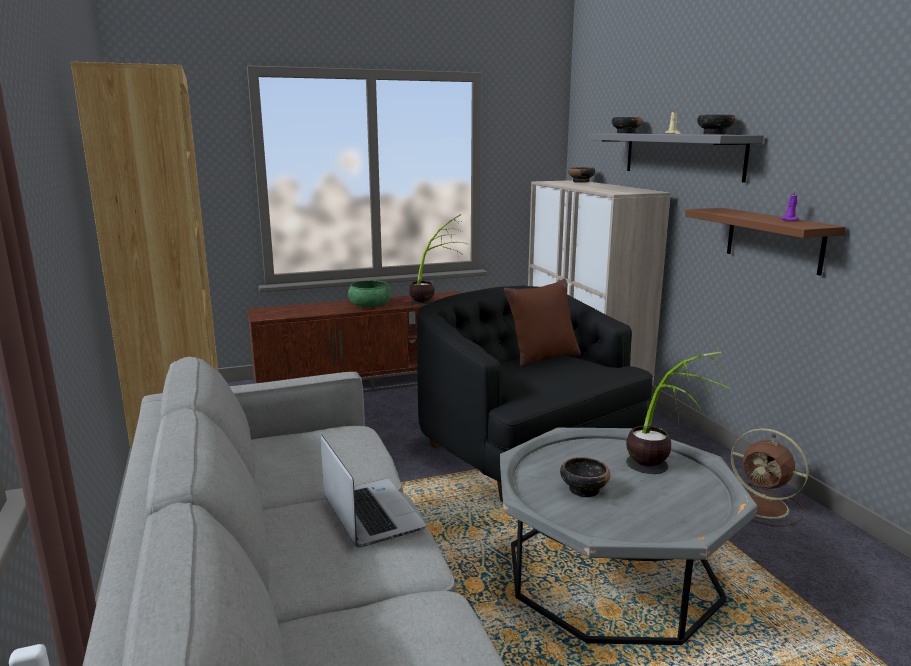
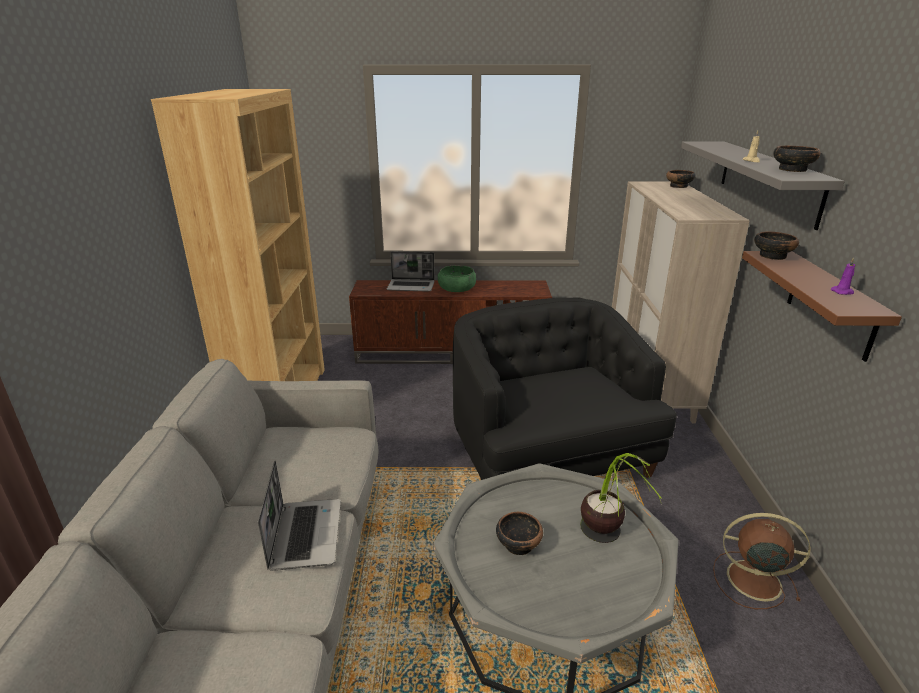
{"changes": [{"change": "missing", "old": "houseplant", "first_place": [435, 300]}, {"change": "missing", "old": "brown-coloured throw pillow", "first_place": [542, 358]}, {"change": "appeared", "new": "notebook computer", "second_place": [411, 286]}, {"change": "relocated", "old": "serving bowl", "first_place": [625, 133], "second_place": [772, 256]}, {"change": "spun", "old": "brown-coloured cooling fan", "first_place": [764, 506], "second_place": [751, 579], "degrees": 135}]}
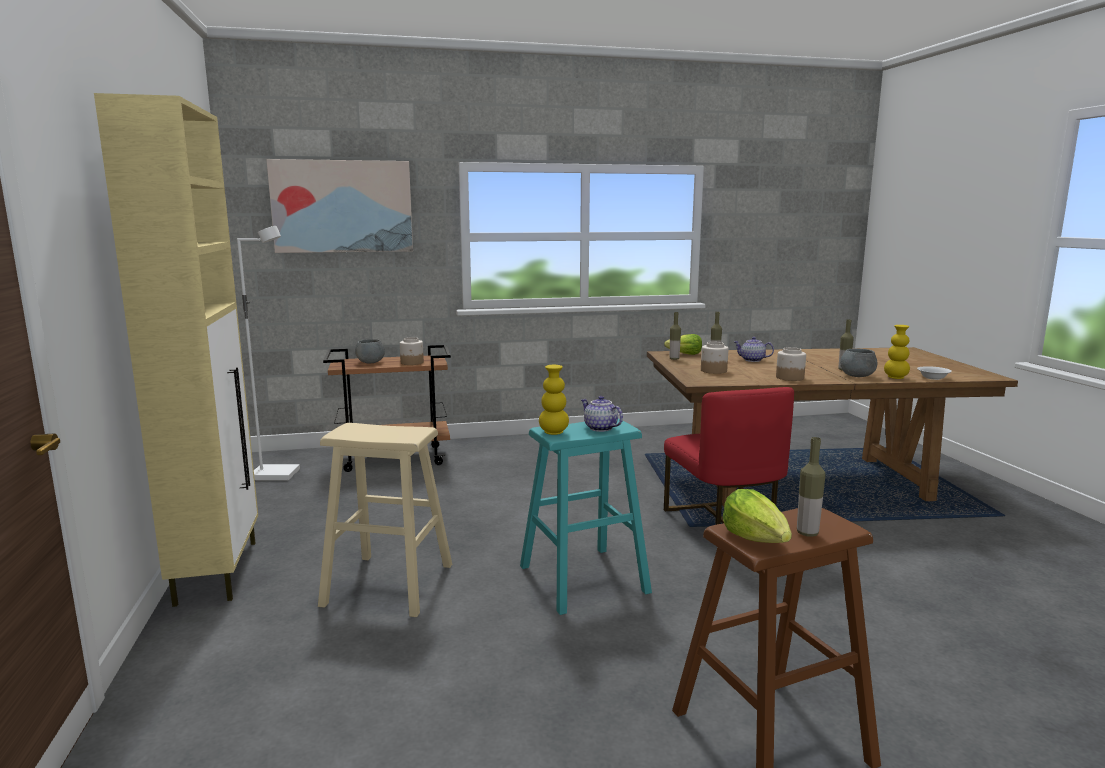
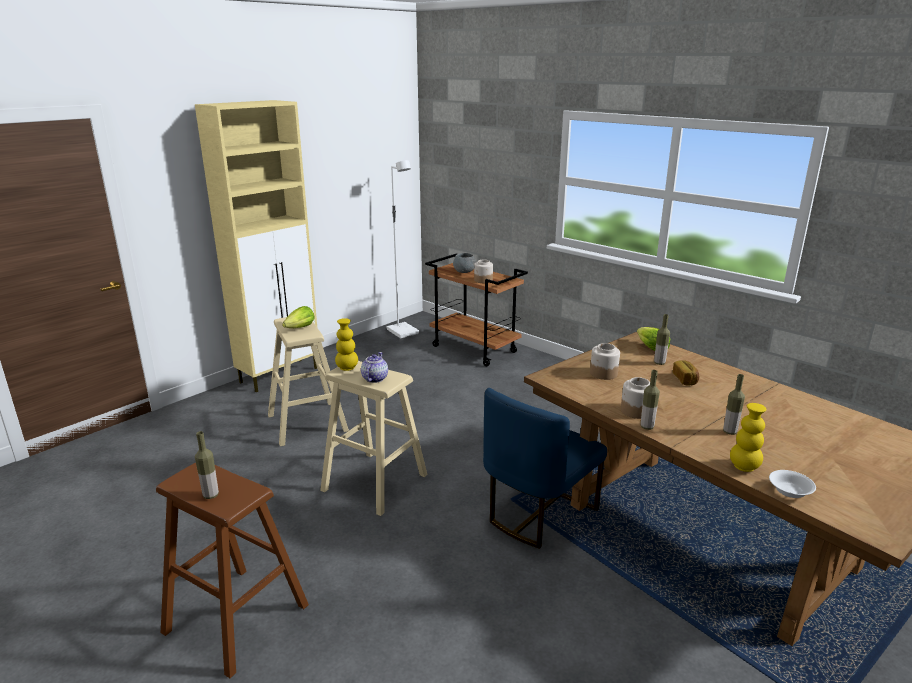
{"changes": [{"change": "missing", "old": "wall art", "first_place": [342, 206]}, {"change": "missing", "old": "greyish serving bowl", "first_place": [857, 376]}, {"change": "relocated", "old": "bottle", "first_place": [674, 359], "second_place": [647, 427]}, {"change": "relocated", "old": "lettuce", "first_place": [756, 539], "second_place": [300, 328]}, {"change": "exchanged", "old": "tea pot", "new": "bread", "first_place": [752, 360], "second_place": [685, 380]}, {"change": "colour", "old": "turquoise sitting stool", "new": "sand-coloured sitting stool", "first_place": [583, 579], "second_place": [374, 482]}, {"change": "colour", "old": "red-coloured upright chair", "new": "bluish upright chair", "first_place": [722, 523], "second_place": [538, 513]}]}
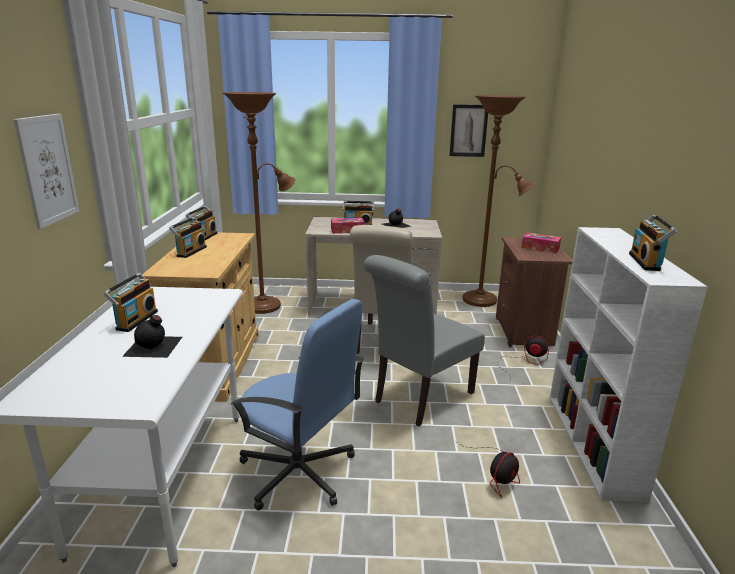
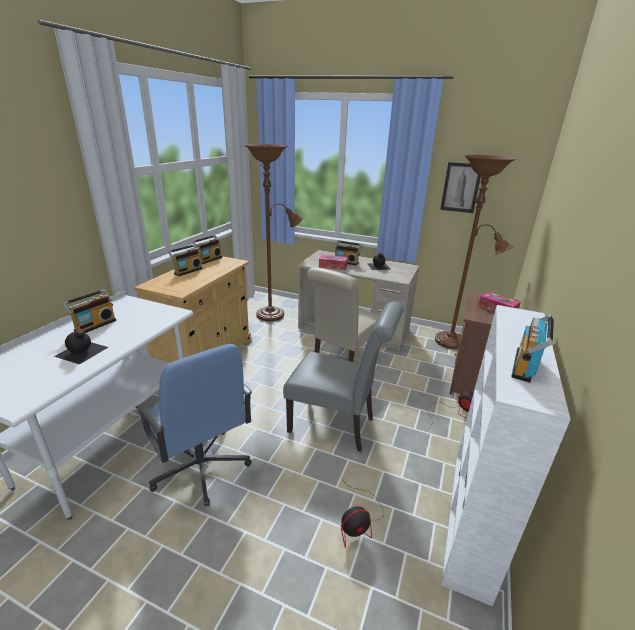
{"changes": [{"change": "missing", "old": "wall art", "first_place": [48, 169]}, {"change": "spun", "old": "greyish upright chair", "first_place": [419, 399], "second_place": [337, 426], "degrees": -135}]}
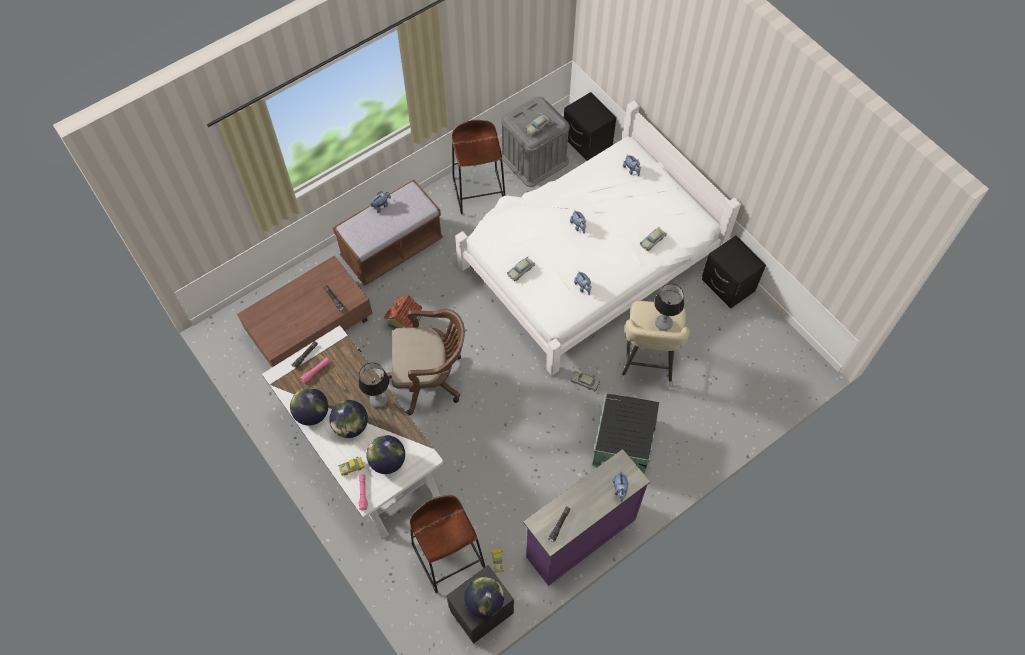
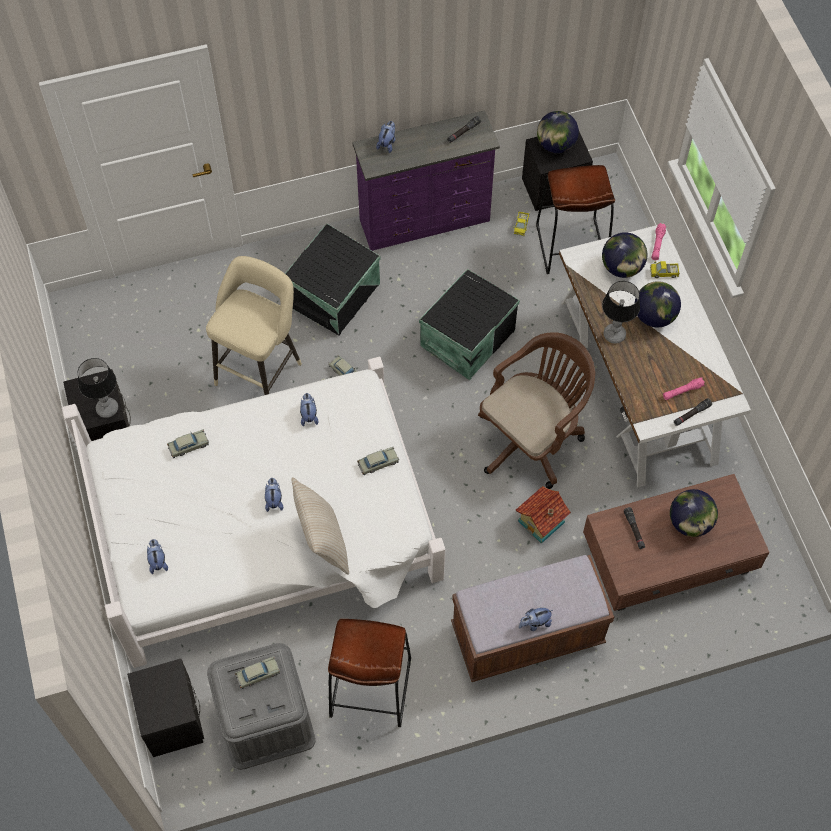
{"changes": [{"change": "appeared", "new": "sand-coloured throw pillow", "second_place": [322, 542]}, {"change": "appeared", "new": "black-coloured storage bin", "second_place": [466, 338]}, {"change": "relocated", "old": "desk globe", "first_place": [312, 413], "second_place": [689, 523]}, {"change": "relocated", "old": "lamp for a table", "first_place": [664, 323], "second_place": [107, 408]}, {"change": "spun", "old": "brown-coloured desk chair", "first_place": [429, 378], "second_place": [532, 438], "degrees": 120}]}
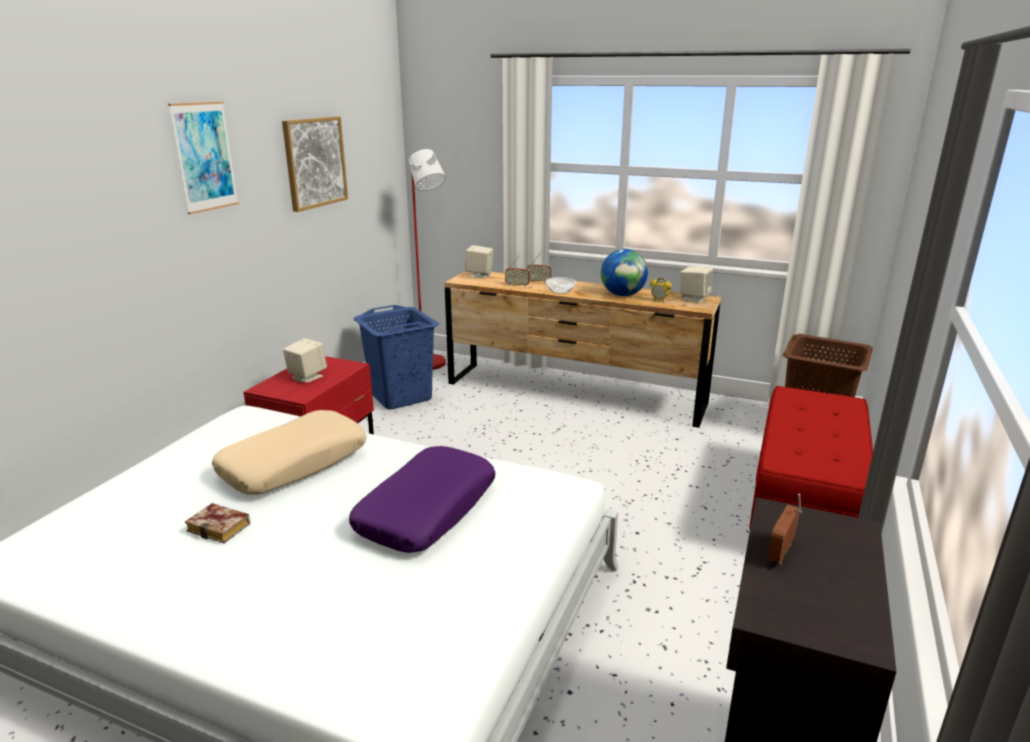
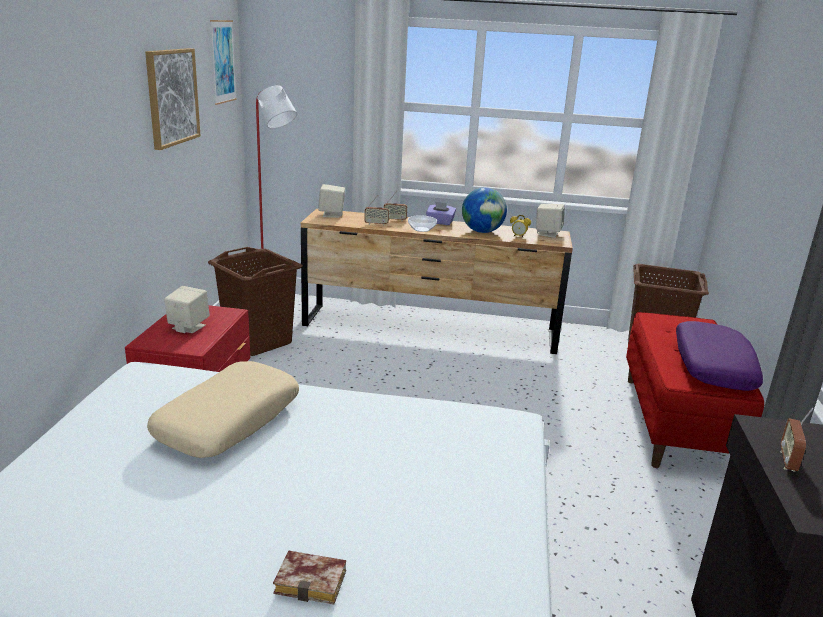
{"changes": [{"change": "appeared", "new": "purple-coloured box of tissues", "second_place": [440, 222]}, {"change": "relocated", "old": "wall art", "first_place": [204, 157], "second_place": [223, 61]}, {"change": "relocated", "old": "book", "first_place": [222, 527], "second_place": [314, 581]}, {"change": "relocated", "old": "purple-coloured throw pillow", "first_place": [426, 510], "second_place": [712, 366]}, {"change": "colour", "old": "bluish hamper", "new": "brown-coloured hamper", "first_place": [401, 396], "second_place": [258, 341]}]}
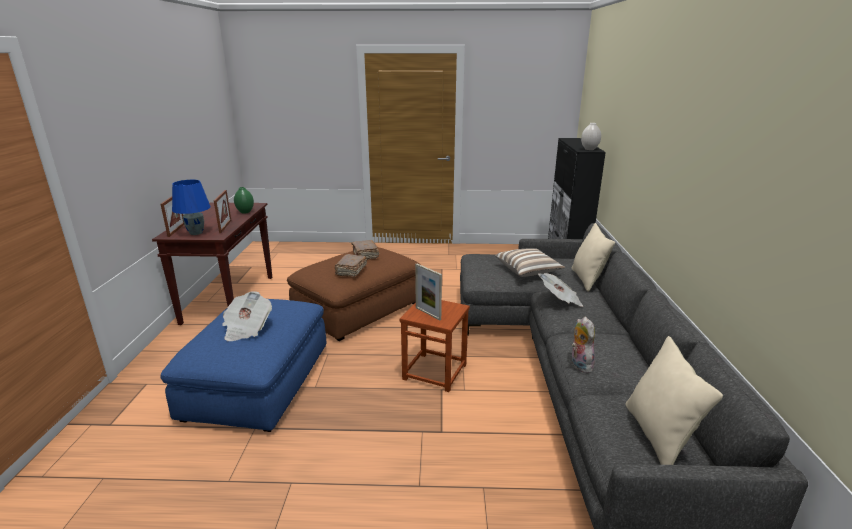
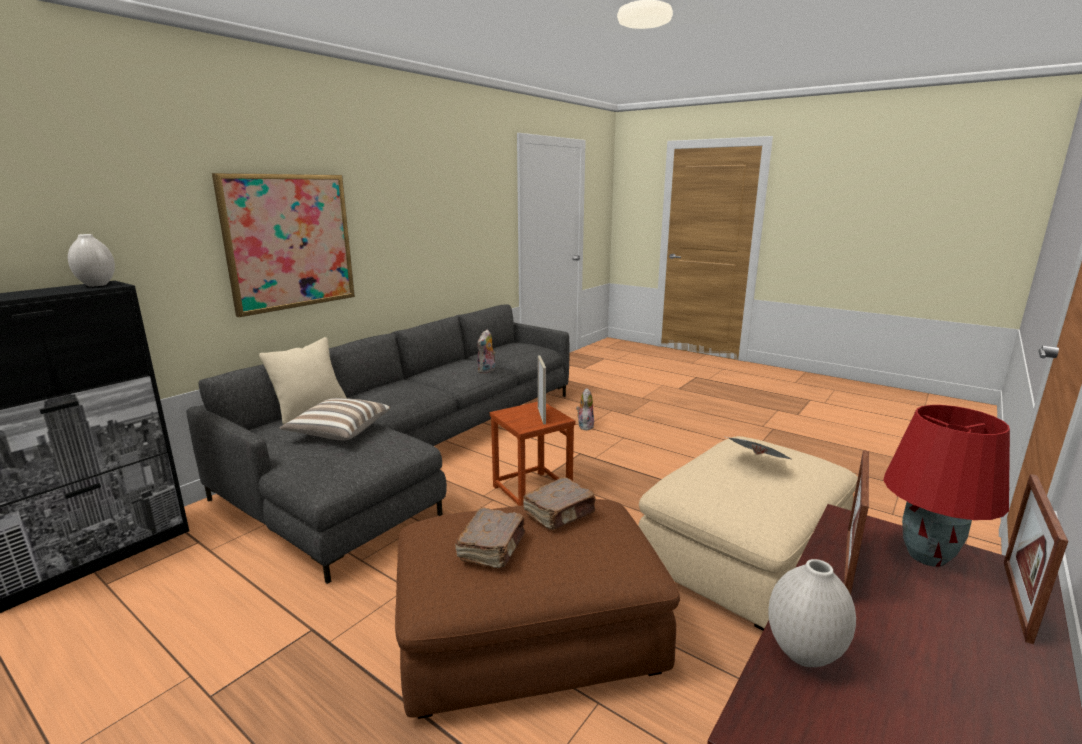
{"changes": [{"change": "missing", "old": "printed paper", "first_place": [560, 300]}, {"change": "missing", "old": "sand-coloured throw pillow", "first_place": [658, 436]}, {"change": "appeared", "new": "wall art", "second_place": [290, 242]}, {"change": "appeared", "new": "soft toy", "second_place": [584, 426]}, {"change": "colour", "old": "bluish ottoman", "new": "sand-coloured ottoman", "first_place": [258, 382], "second_place": [744, 553]}, {"change": "colour", "old": "bluish lamp for a table", "new": "red-coloured lamp for a table", "first_place": [196, 233], "second_place": [925, 556]}, {"change": "colour", "old": "green-coloured vase", "new": "white-coloured vase", "first_place": [245, 212], "second_place": [803, 653]}]}
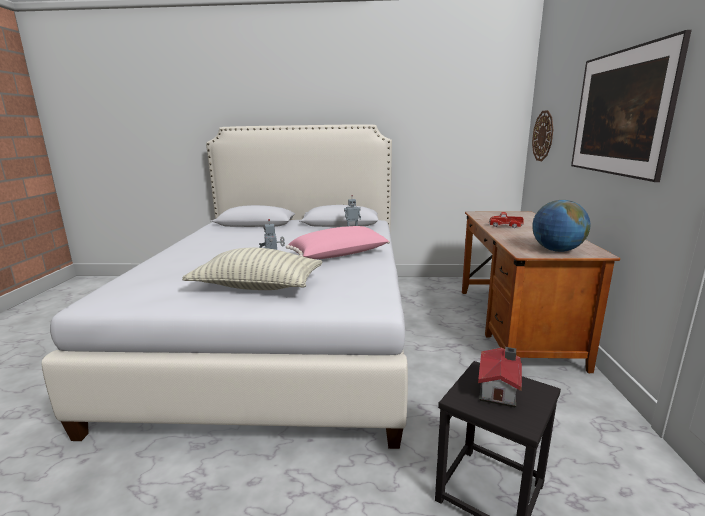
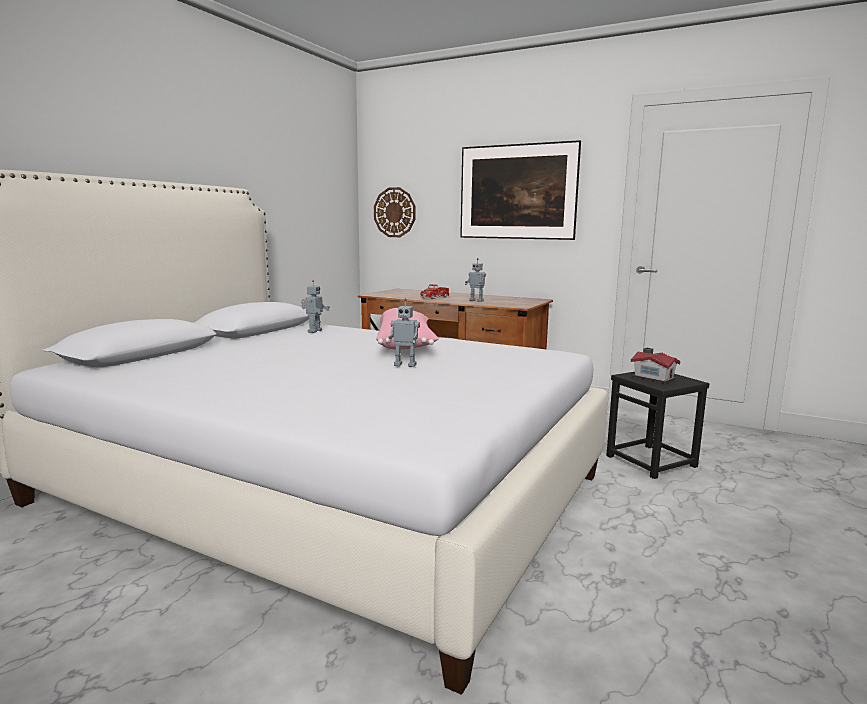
{"changes": [{"change": "missing", "old": "throw pillow", "first_place": [257, 287]}, {"change": "missing", "old": "desk globe", "first_place": [557, 250]}, {"change": "appeared", "new": "toy robot", "second_place": [477, 300]}]}
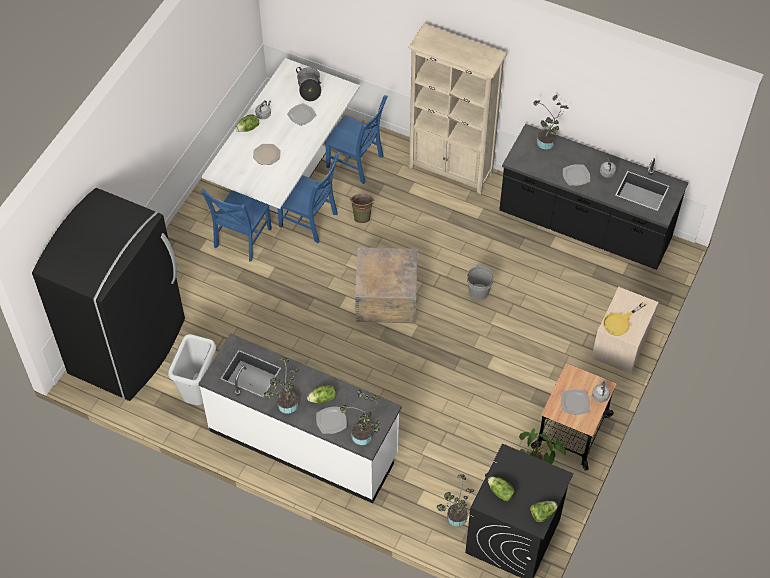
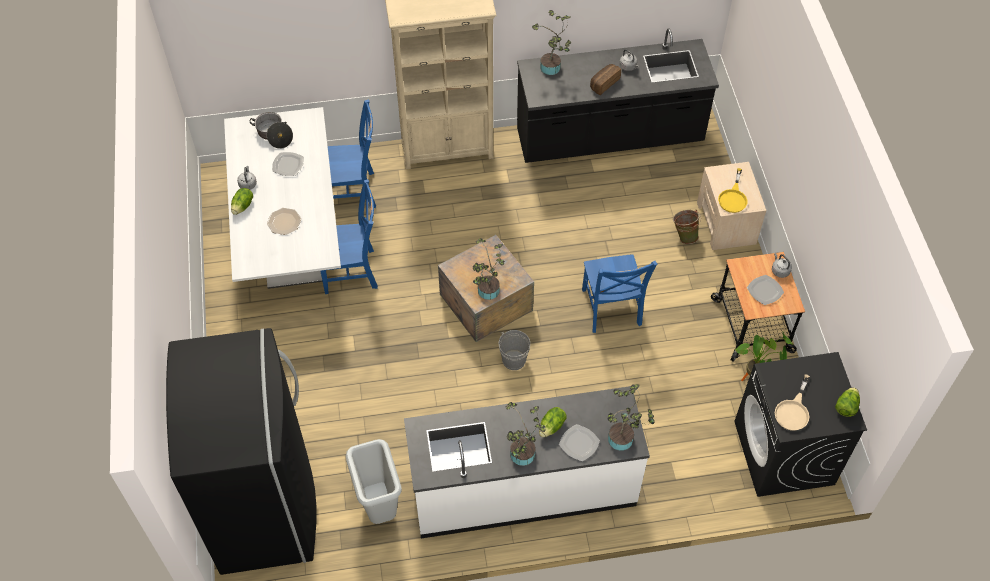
{"changes": [{"change": "relocated", "old": "bluish upright chair", "first_place": [241, 239], "second_place": [611, 309]}, {"change": "relocated", "old": "green-coloured water bucket", "first_place": [362, 216], "second_place": [684, 235]}, {"change": "relocated", "old": "houseplant", "first_place": [454, 518], "second_place": [487, 292]}, {"change": "relocated", "old": "greyish water bucket", "first_place": [478, 292], "second_place": [514, 360]}, {"change": "exchanged", "old": "lettuce", "new": "sand-coloured pan", "first_place": [500, 492], "second_place": [793, 411]}, {"change": "exchanged", "old": "plate", "new": "bread", "first_place": [576, 176], "second_place": [603, 83]}]}
